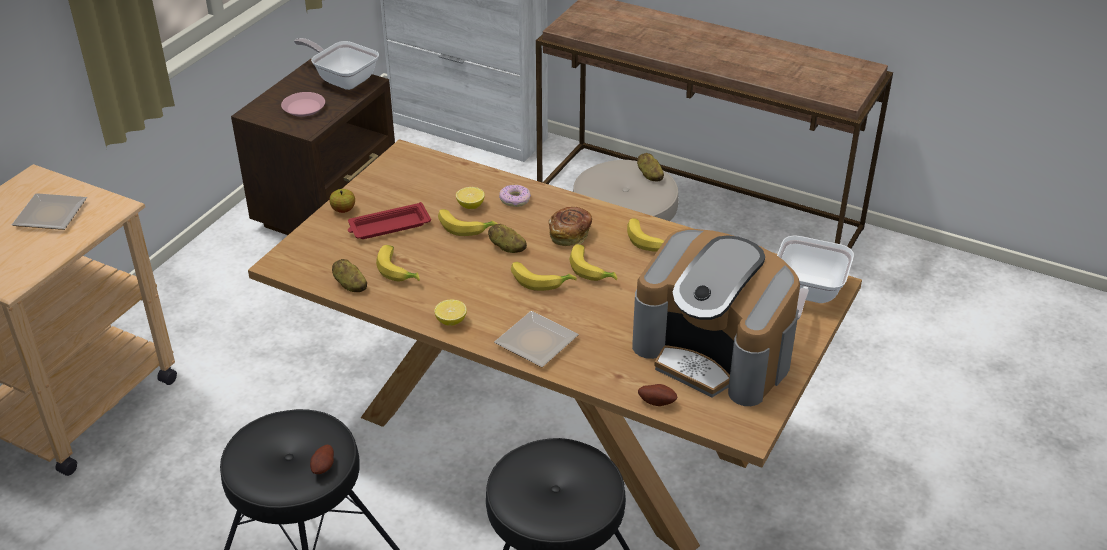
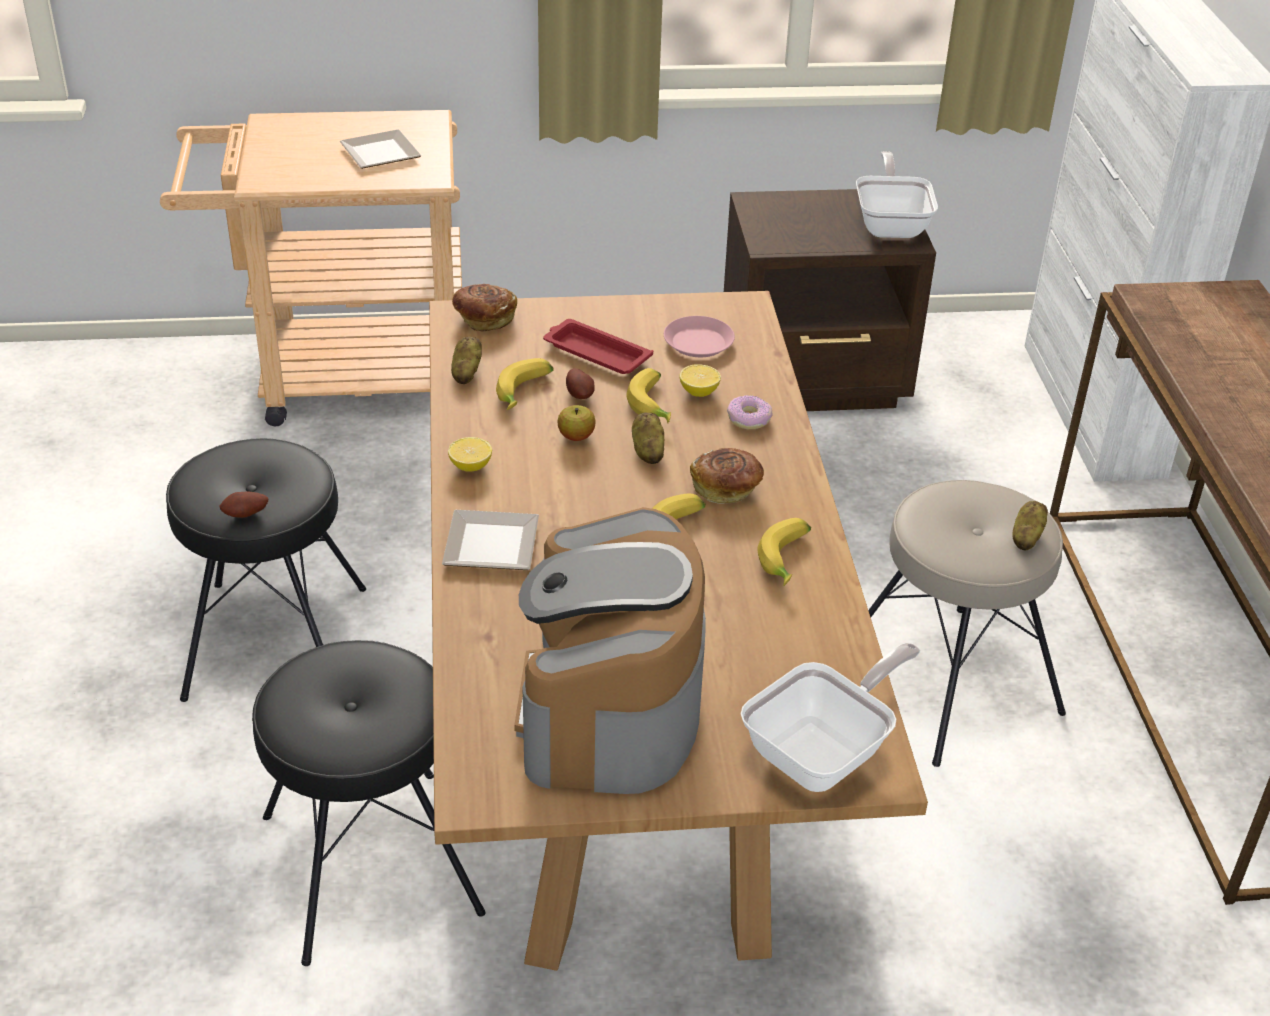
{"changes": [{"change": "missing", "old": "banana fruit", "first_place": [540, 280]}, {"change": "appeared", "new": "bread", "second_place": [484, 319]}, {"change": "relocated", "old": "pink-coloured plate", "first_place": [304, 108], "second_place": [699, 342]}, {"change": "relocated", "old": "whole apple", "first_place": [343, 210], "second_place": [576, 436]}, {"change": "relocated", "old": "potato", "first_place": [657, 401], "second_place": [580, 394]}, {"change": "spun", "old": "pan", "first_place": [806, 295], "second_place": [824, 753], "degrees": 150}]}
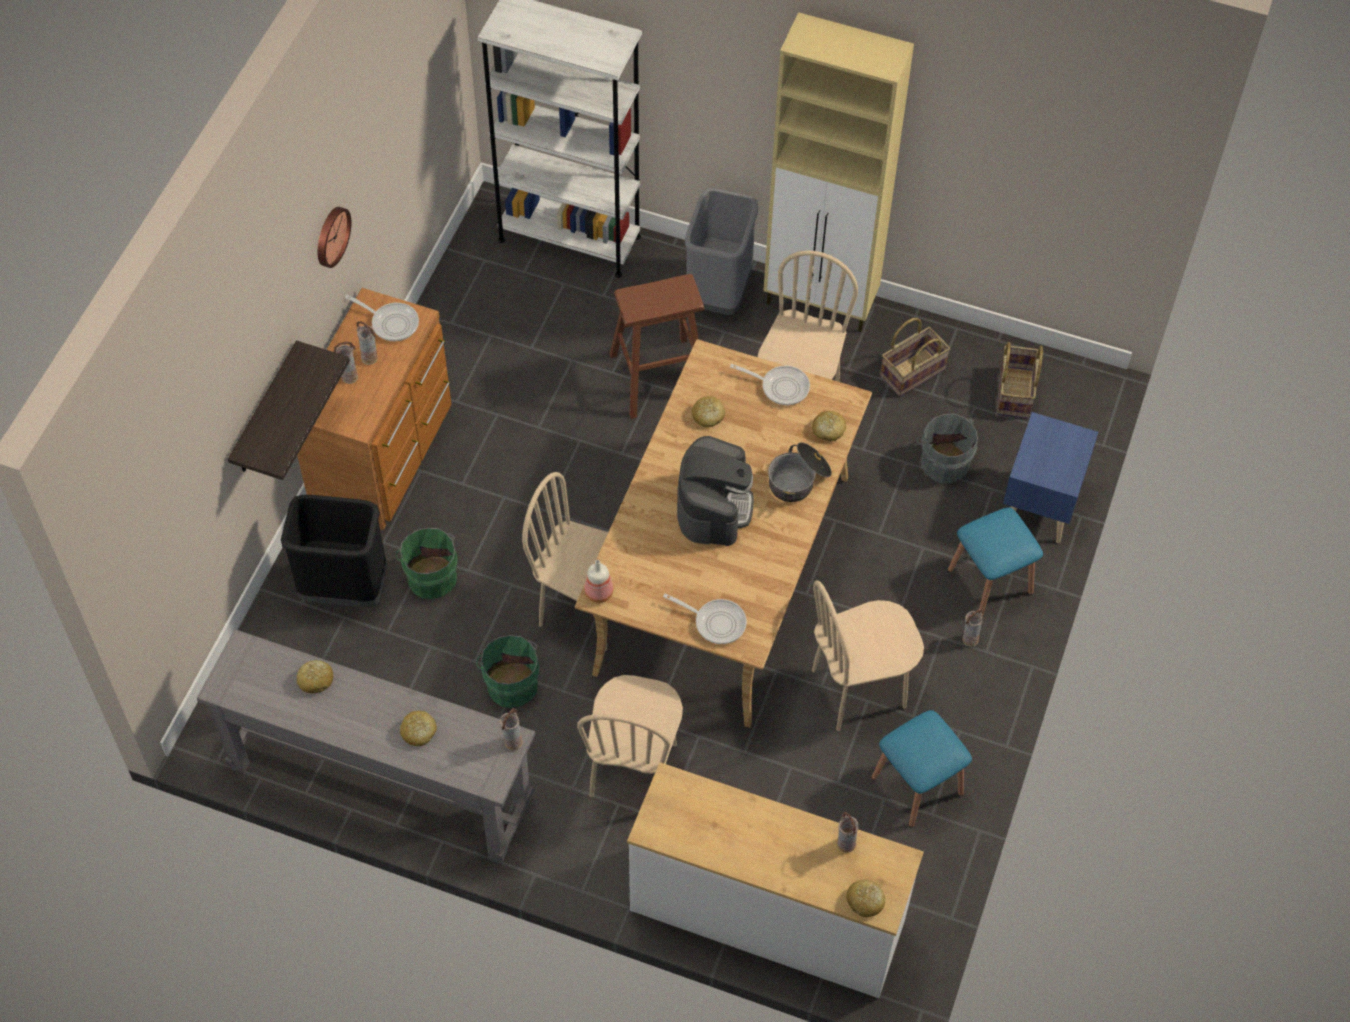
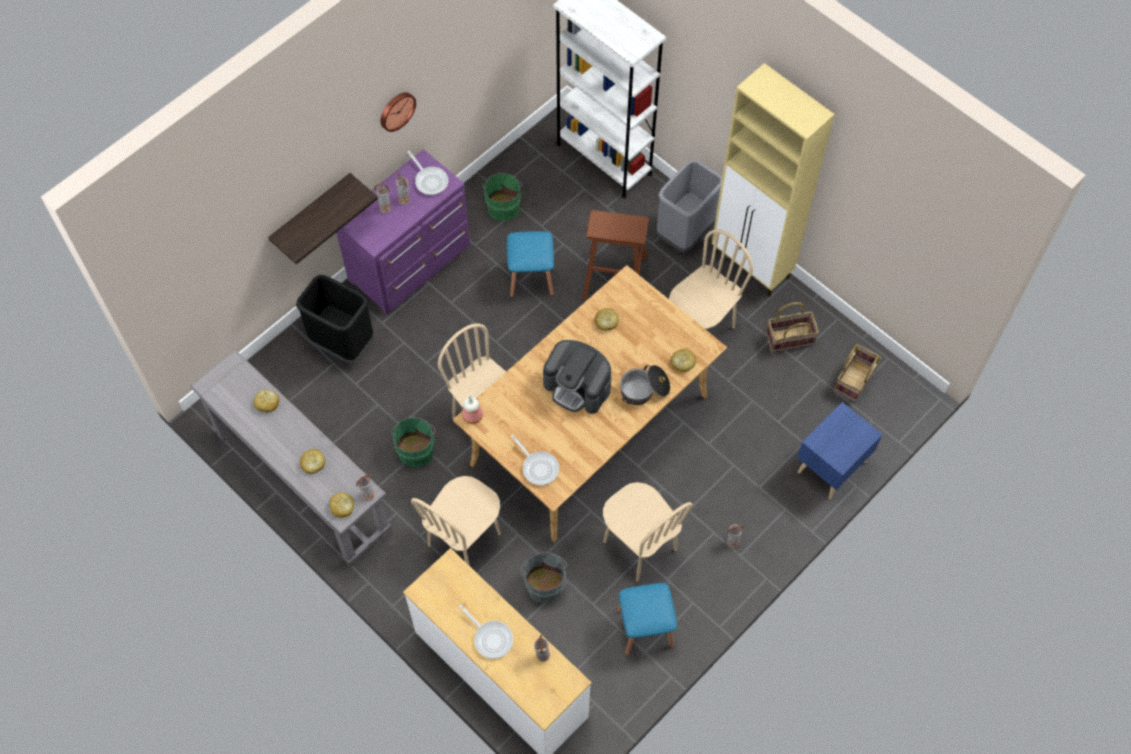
{"changes": [{"change": "relocated", "old": "green-coloured water bucket", "first_place": [431, 575], "second_place": [503, 206]}, {"change": "relocated", "old": "pan", "first_place": [781, 387], "second_place": [491, 638]}, {"change": "relocated", "old": "bread", "first_place": [865, 901], "second_place": [342, 507]}, {"change": "relocated", "old": "greyish water bucket", "first_place": [944, 461], "second_place": [545, 583]}, {"change": "relocated", "old": "bluish sitting stool", "first_place": [990, 581], "second_place": [531, 278]}, {"change": "colour", "old": "brown-coloured drawer chest", "new": "purple-coloured drawer chest", "first_place": [385, 453], "second_place": [412, 263]}, {"change": "spun", "old": "coffee machine", "first_place": [713, 506], "second_place": [578, 386], "degrees": 90}, {"change": "spun", "old": "sand-coloured upright chair", "first_place": [858, 689], "second_place": [639, 546], "degrees": -135}]}
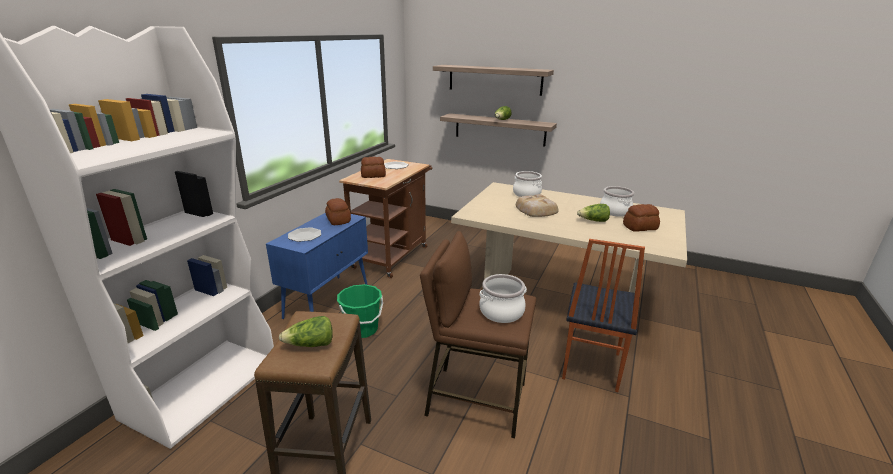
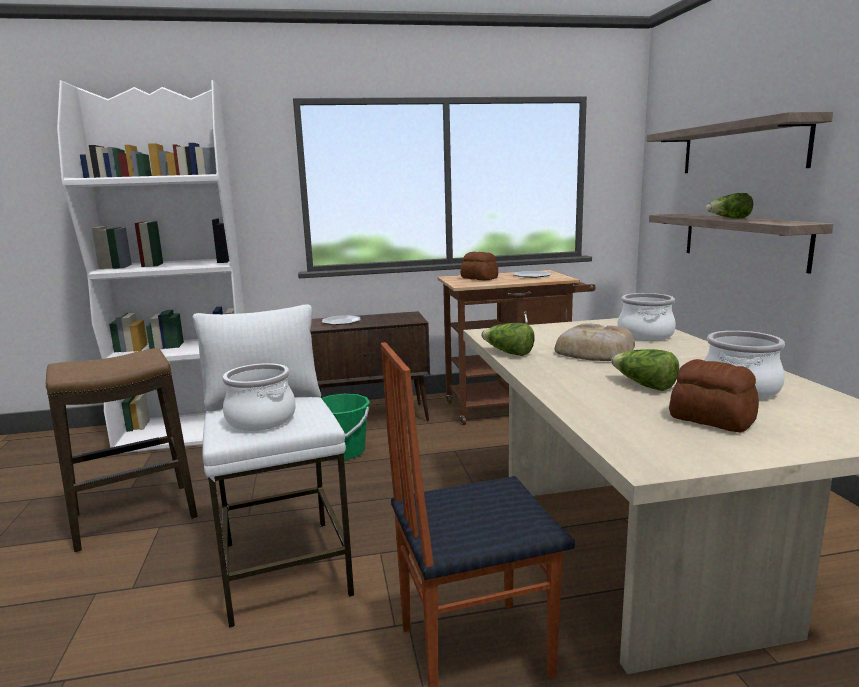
{"changes": [{"change": "missing", "old": "bread", "first_place": [338, 220]}, {"change": "relocated", "old": "lettuce", "first_place": [311, 345], "second_place": [508, 353]}, {"change": "colour", "old": "bluish cupboard", "new": "brown-coloured cupboard", "first_place": [328, 300], "second_place": [372, 417]}, {"change": "colour", "old": "brown-coloured sitting stool", "new": "white-coloured sitting stool", "first_place": [476, 399], "second_place": [285, 568]}]}
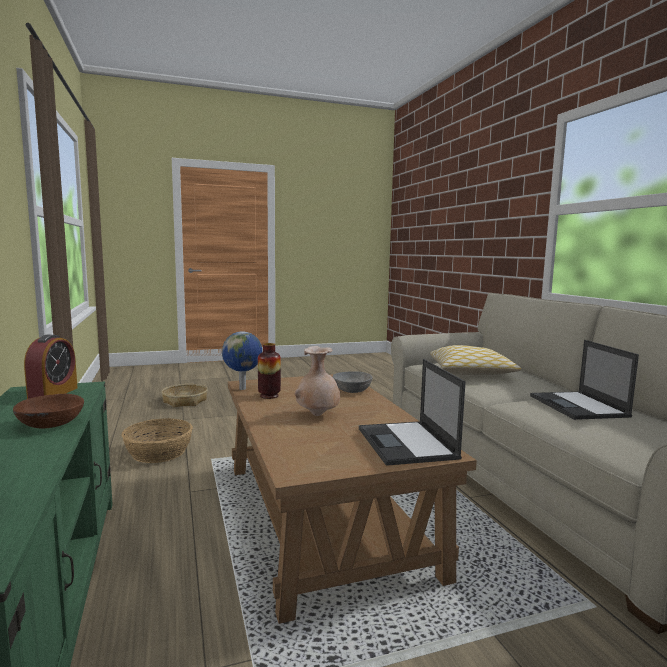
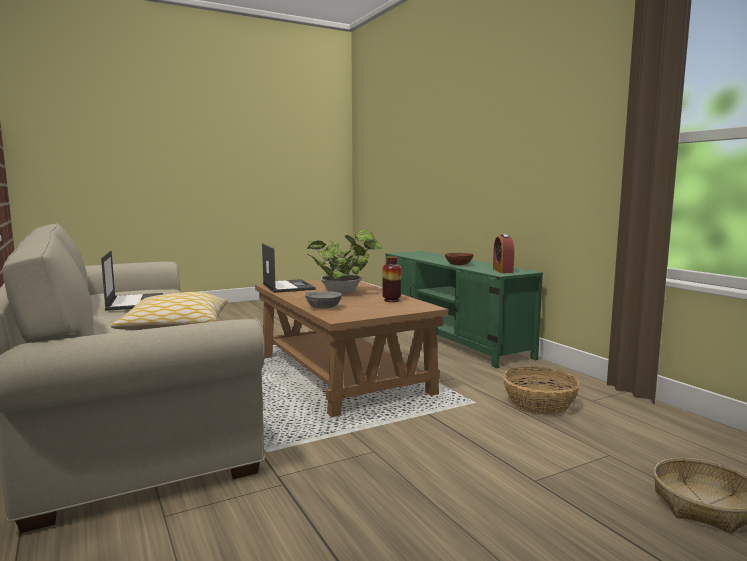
{"changes": [{"change": "missing", "old": "desk globe", "first_place": [243, 389]}, {"change": "exchanged", "old": "sand-coloured vase", "new": "houseplant", "first_place": [317, 415], "second_place": [344, 293]}]}
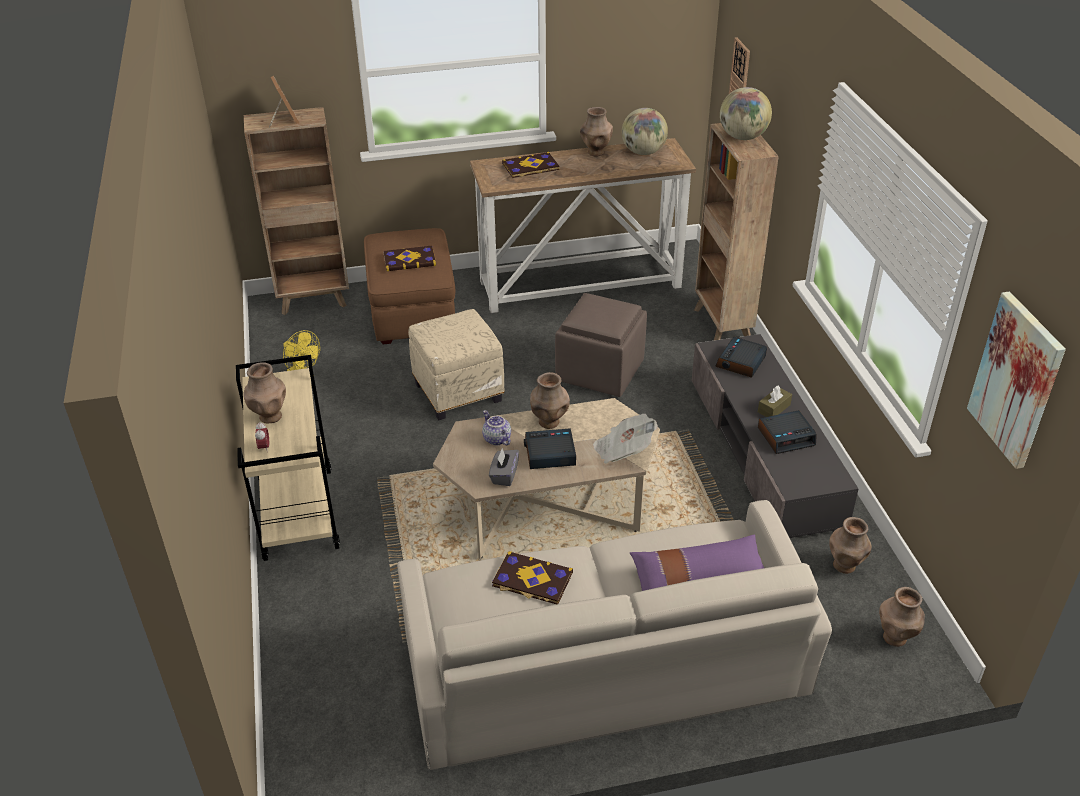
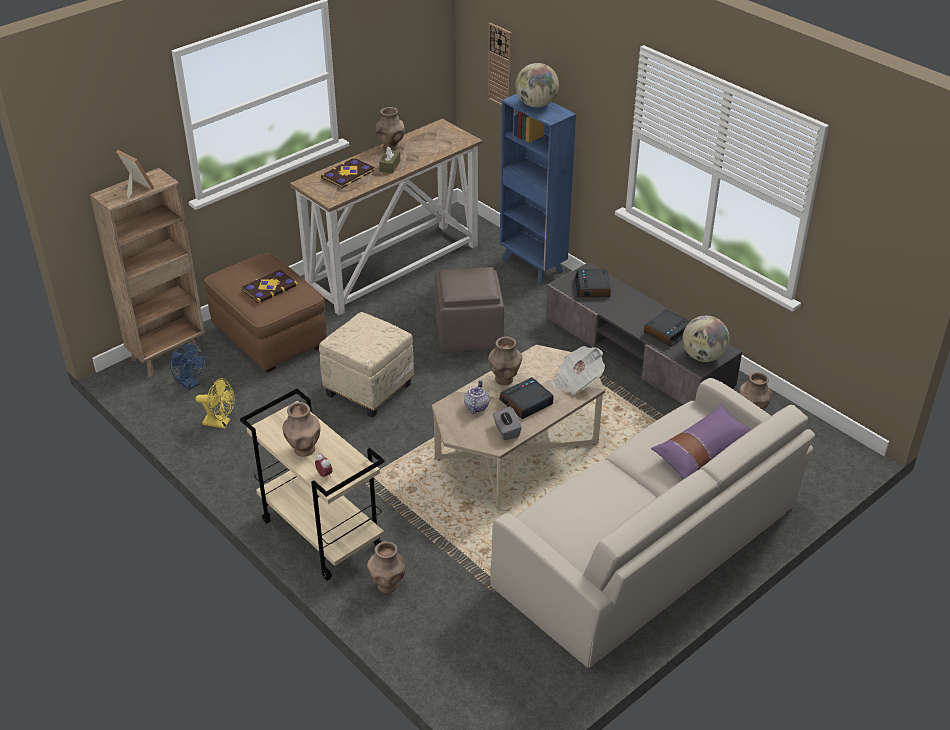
{"changes": [{"change": "missing", "old": "book", "first_place": [532, 580]}, {"change": "missing", "old": "wall art", "first_place": [1016, 380]}, {"change": "appeared", "new": "bluish cooling fan", "second_place": [190, 384]}, {"change": "relocated", "old": "desk globe", "first_place": [643, 152], "second_place": [703, 356]}, {"change": "relocated", "old": "brown-coloured box of tissues", "first_place": [774, 408], "second_place": [390, 166]}, {"change": "relocated", "old": "brown-coloured vase", "first_place": [895, 637], "second_place": [387, 585]}, {"change": "colour", "old": "brown-coloured bookshelf", "new": "bluish bookshelf", "first_place": [722, 325], "second_place": [533, 266]}, {"change": "spun", "old": "tea pot", "first_place": [496, 439], "second_place": [476, 406], "degrees": 75}]}
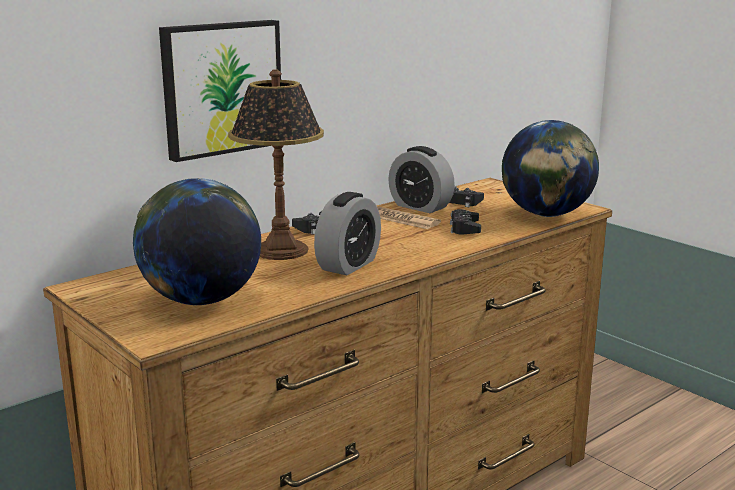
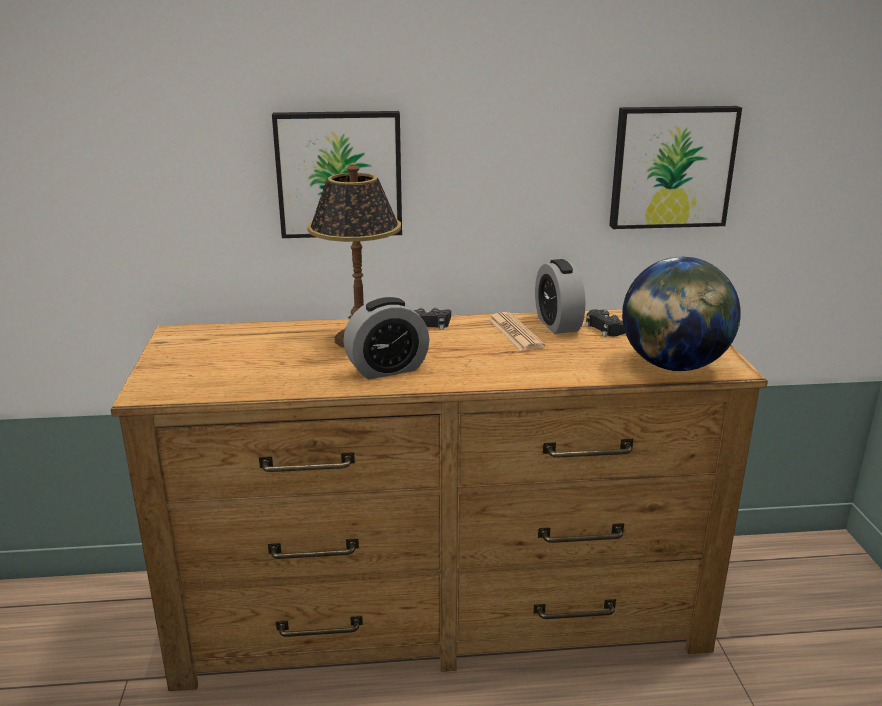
{"changes": [{"change": "missing", "old": "desk globe", "first_place": [201, 300]}, {"change": "missing", "old": "black-coloured game controller", "first_place": [464, 228]}, {"change": "appeared", "new": "wall art", "second_place": [671, 167]}]}
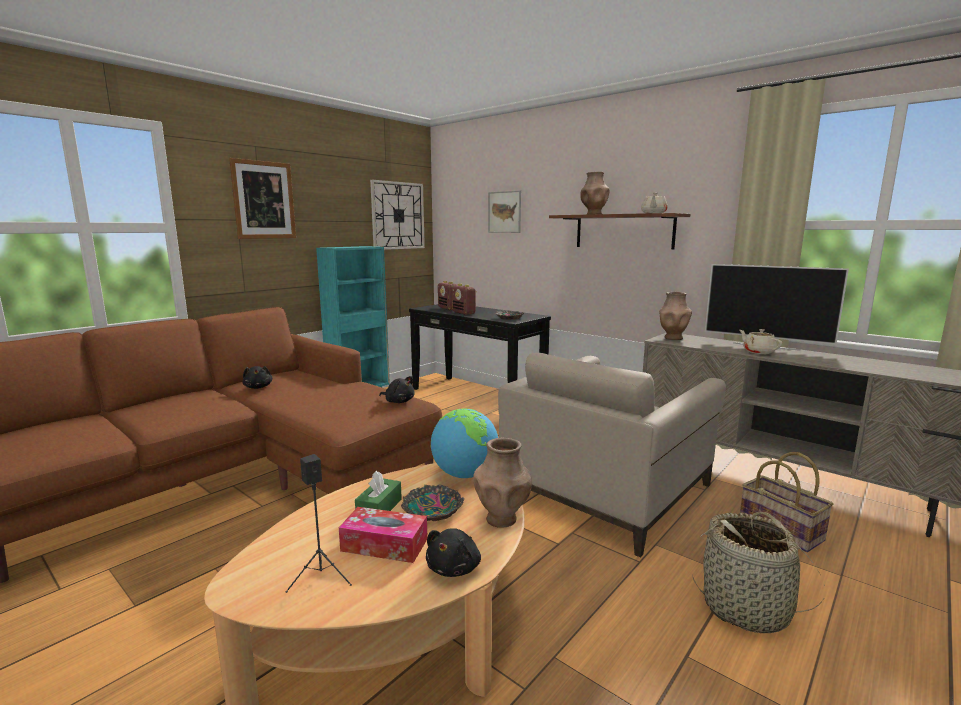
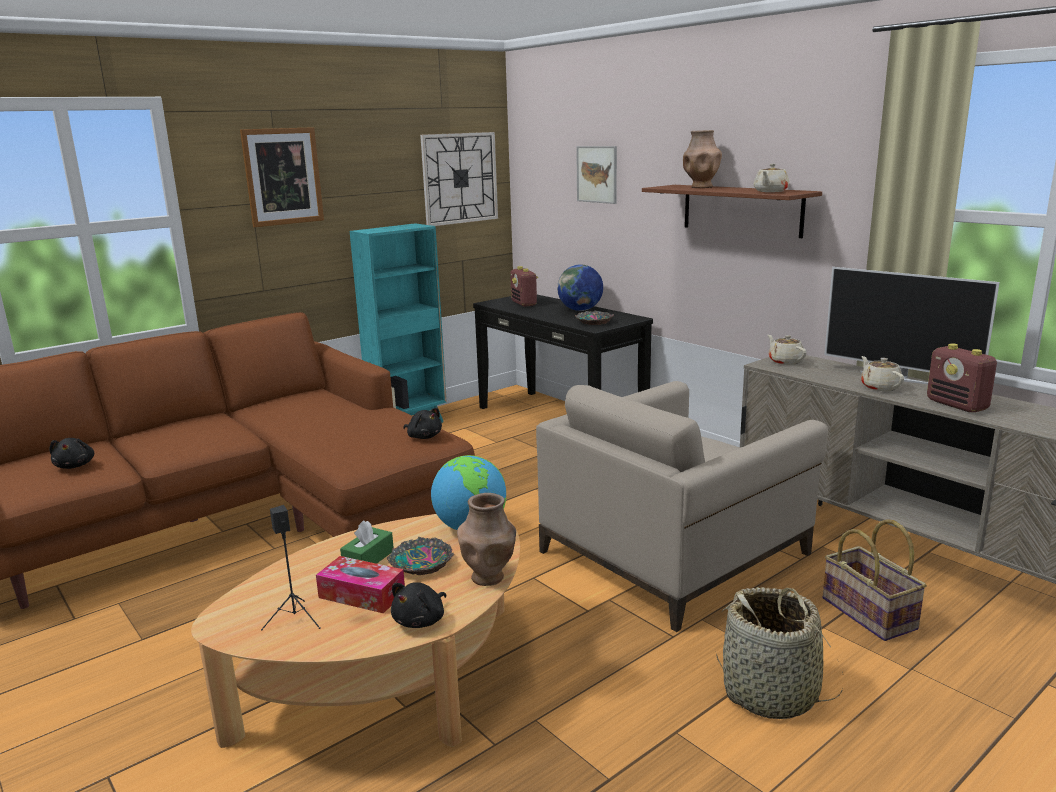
{"changes": [{"change": "appeared", "new": "desk globe", "second_place": [580, 310]}, {"change": "relocated", "old": "black-coloured soft toy", "first_place": [258, 387], "second_place": [75, 465]}, {"change": "relocated", "old": "radio set", "first_place": [464, 313], "second_place": [957, 405]}, {"change": "exchanged", "old": "brown-coloured vase", "new": "sand-coloured tea pot", "first_place": [673, 338], "second_place": [785, 361]}]}
